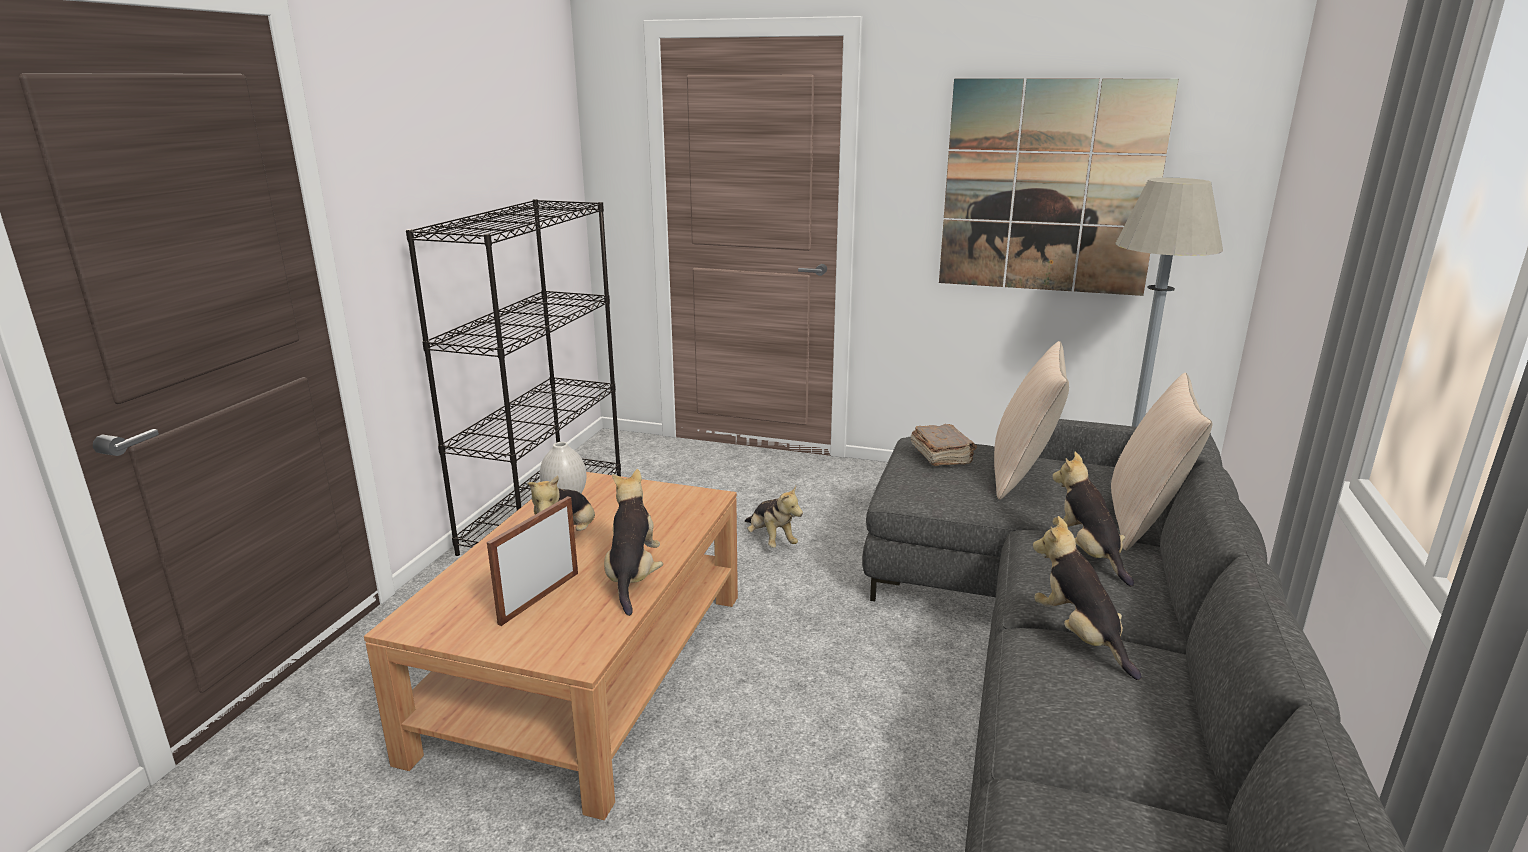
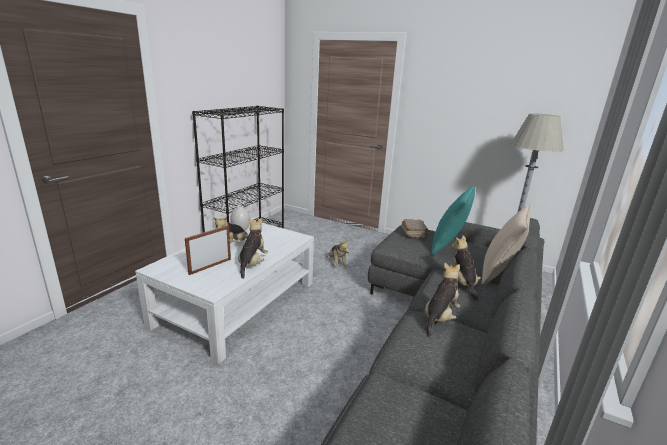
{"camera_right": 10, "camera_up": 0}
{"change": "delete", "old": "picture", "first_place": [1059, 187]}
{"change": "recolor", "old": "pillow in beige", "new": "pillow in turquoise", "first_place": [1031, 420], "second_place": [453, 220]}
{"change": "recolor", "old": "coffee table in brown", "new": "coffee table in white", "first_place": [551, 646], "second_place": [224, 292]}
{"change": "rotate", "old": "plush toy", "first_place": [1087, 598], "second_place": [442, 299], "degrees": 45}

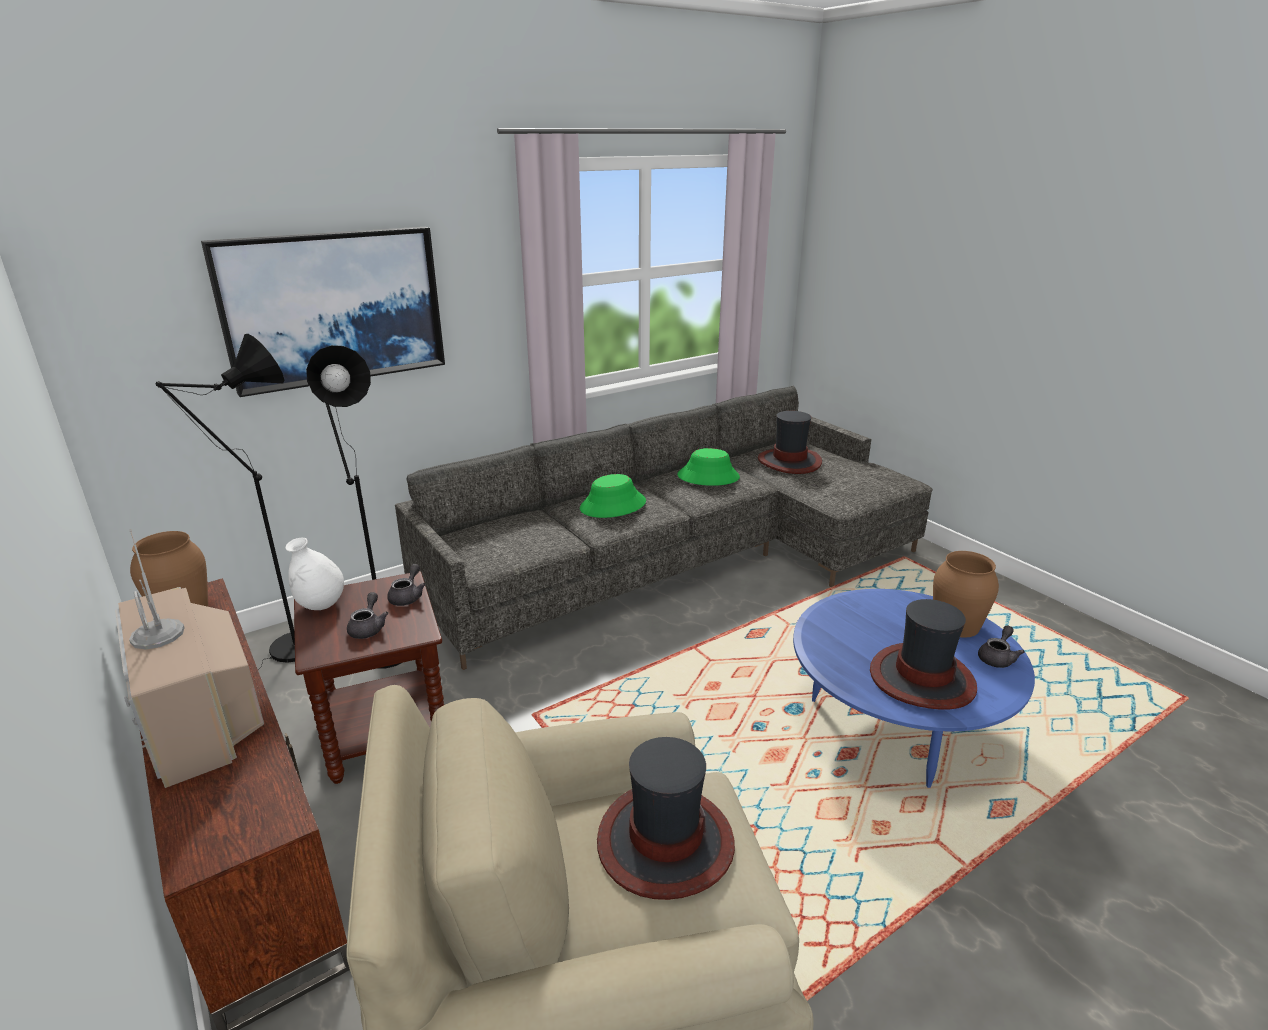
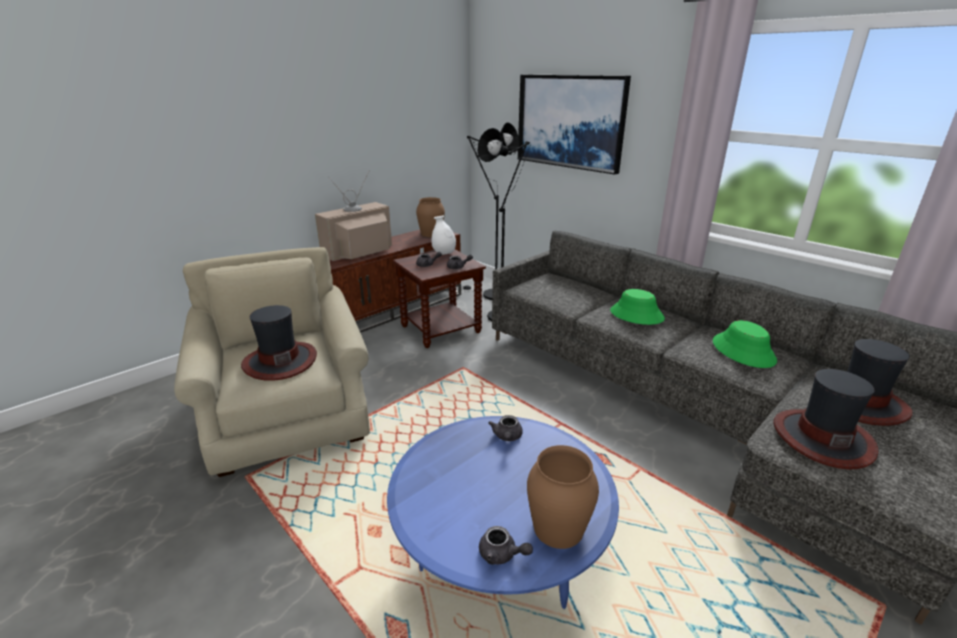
{"camera_right": 80, "camera_up": 0}
{"change": "move", "old": "hat", "first_place": [923, 654], "second_place": [826, 419]}
{"change": "insert", "new": "teapot in grey", "second_place": [505, 428]}

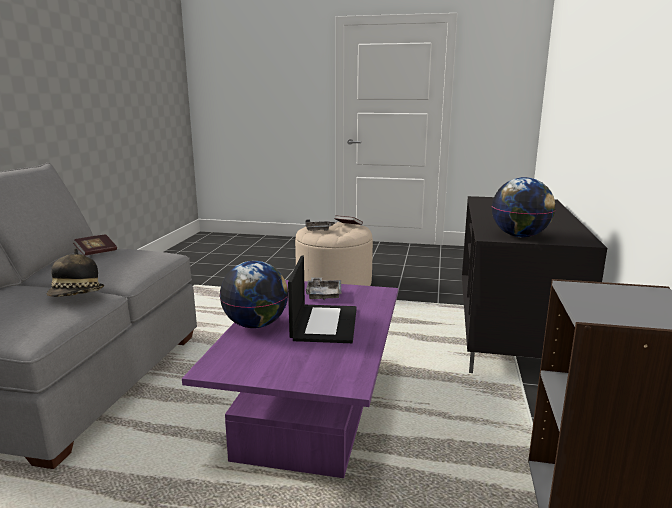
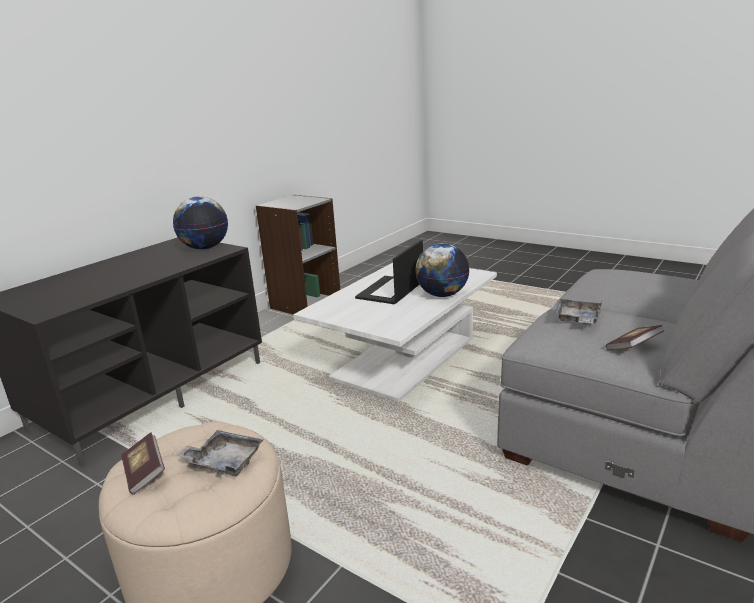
{"camera_right": -155, "camera_up": 5}
{"change": "delete", "old": "hat", "first_place": [75, 272]}
{"change": "move", "old": "tray in grey", "first_place": [323, 288], "second_place": [578, 311]}
{"change": "recolor", "old": "coffee table in purple", "new": "coffee table in white", "first_place": [290, 379], "second_place": [395, 332]}

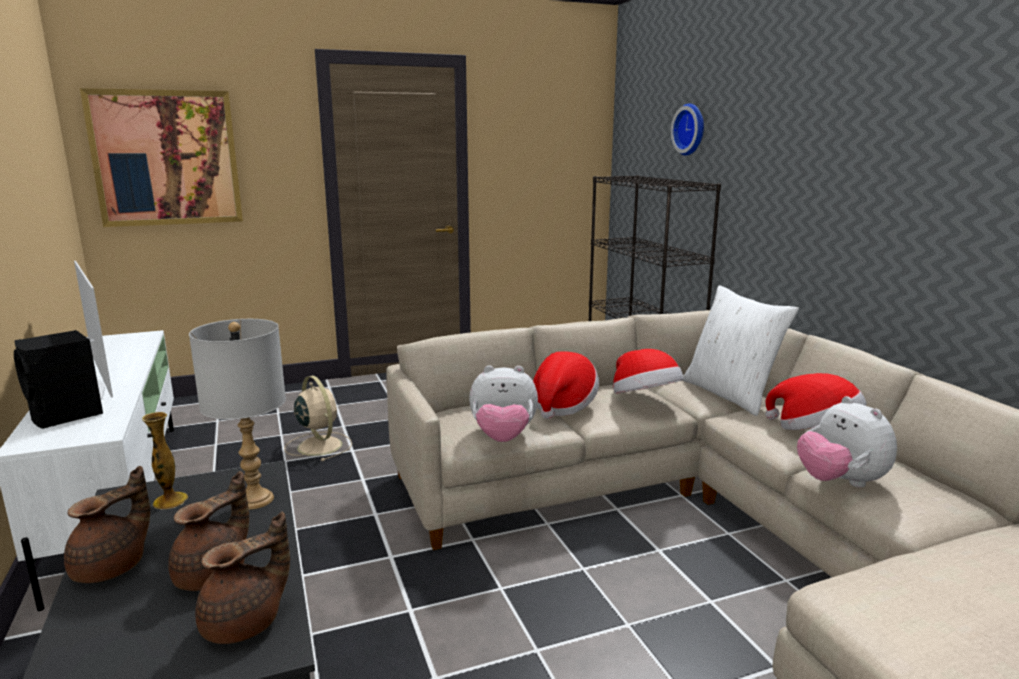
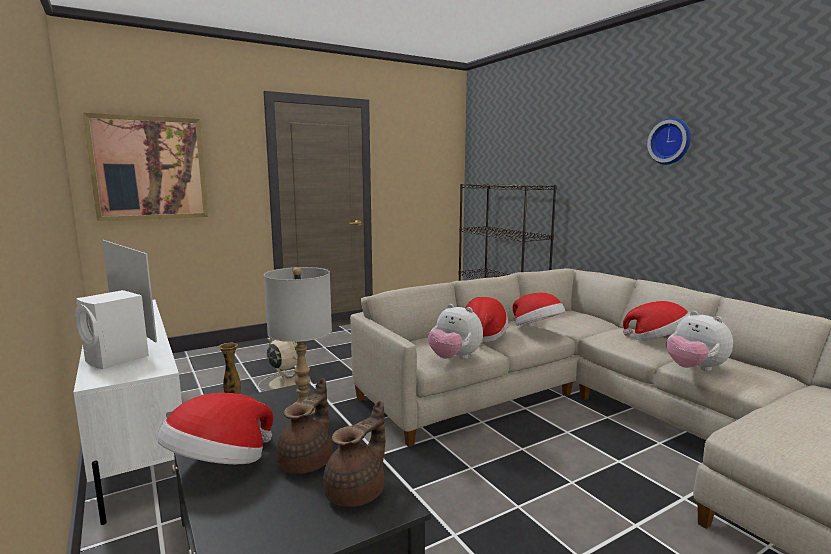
{"camera_right": -10, "camera_up": -5}
{"change": "move", "old": "wall clock", "first_place": [687, 129], "second_place": [669, 141]}
{"change": "delete", "old": "pillow in white", "first_place": [741, 350]}
{"change": "recolor", "old": "speaker in black", "new": "speaker in white", "first_place": [58, 379], "second_place": [112, 329]}
{"change": "rotate", "old": "plush toy", "first_place": [503, 403], "second_place": [455, 331], "degrees": 45}
{"change": "replace", "old": "teapot in brown", "new": "hat", "first_place": [107, 524], "second_place": [215, 428]}

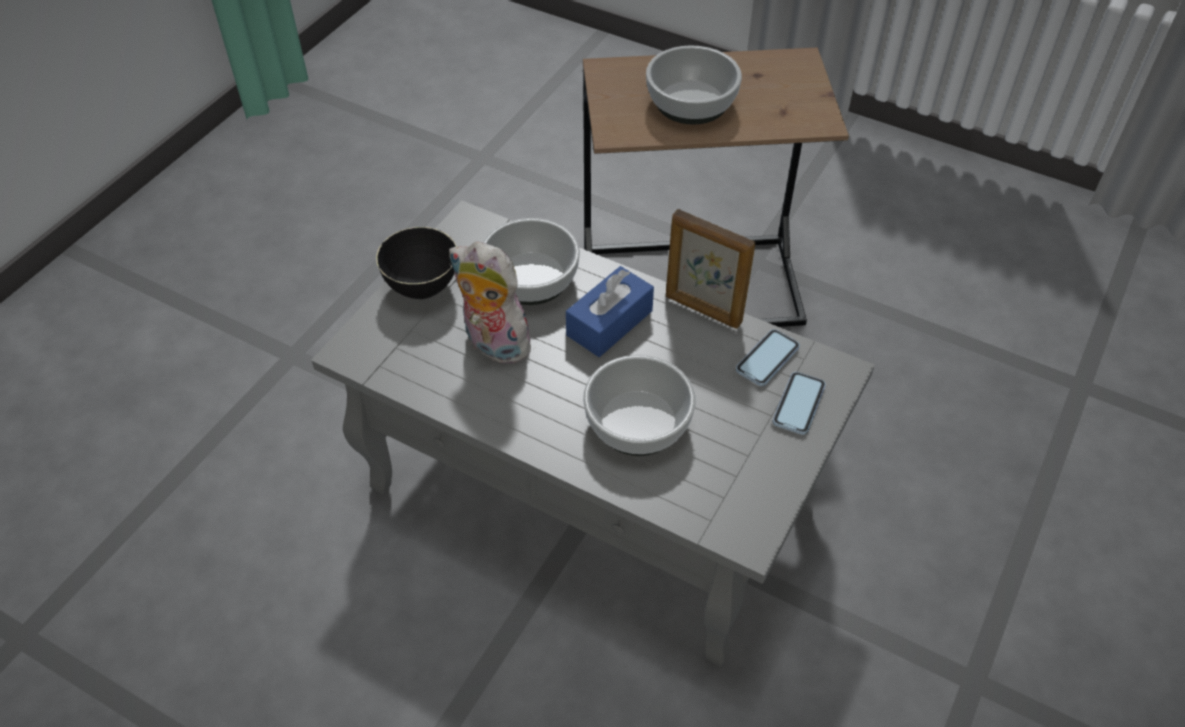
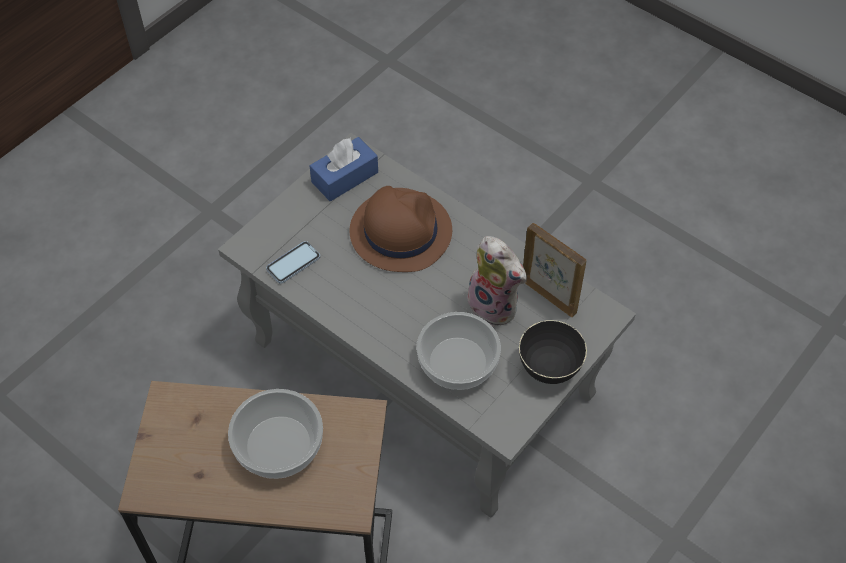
{"camera_right": -170, "camera_up": 5}
{"change": "move", "old": "picture frame", "first_place": [710, 269], "second_place": [555, 270]}
{"change": "move", "old": "tissue box in blue", "first_place": [610, 311], "second_place": [344, 169]}
{"change": "replace", "old": "bowl", "new": "hat in brown", "first_place": [639, 405], "second_place": [401, 229]}
{"change": "delete", "old": "phone", "first_place": [799, 403]}

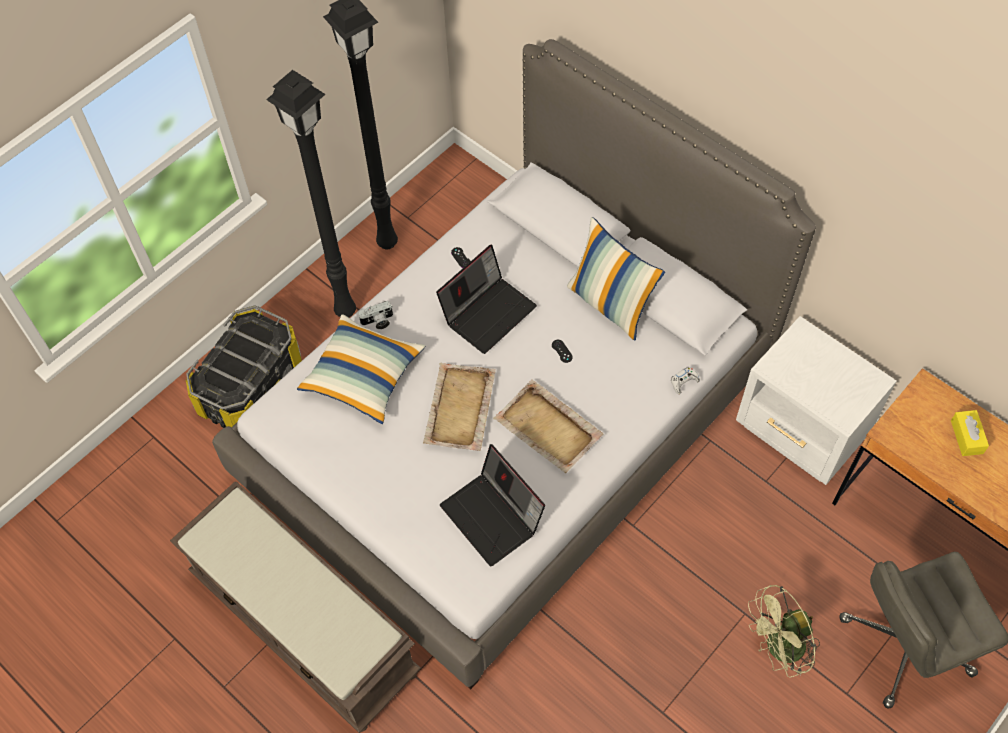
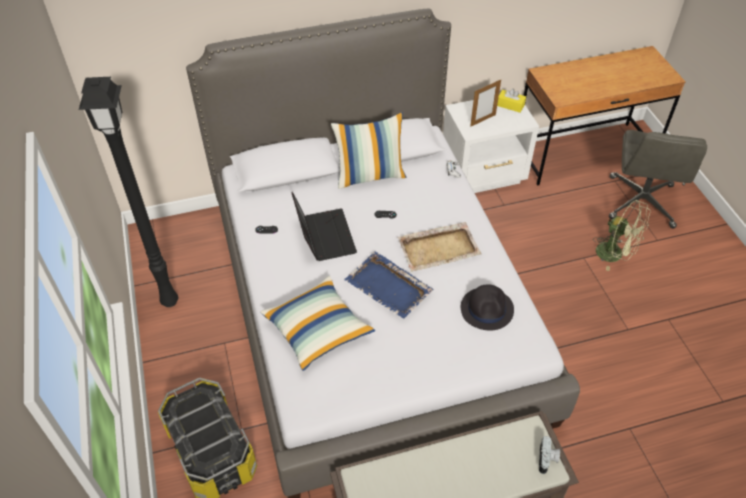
{"camera_right": -60, "camera_up": -10}
{"change": "delete", "old": "floor lamp in black", "first_place": [311, 193]}
{"change": "move", "old": "photo camera", "first_place": [375, 315], "second_place": [549, 455]}
{"change": "recolor", "old": "tray in beige", "new": "tray in blue", "first_place": [459, 407], "second_place": [388, 285]}
{"change": "move", "old": "tissue box in yellow", "first_place": [970, 433], "second_place": [511, 101]}
{"change": "replace", "old": "laptop", "new": "hat in black", "first_place": [492, 505], "second_place": [487, 307]}
{"change": "rotate", "old": "fan in green", "first_place": [784, 631], "second_place": [622, 235], "degrees": -60}
{"change": "insert", "new": "picture frame", "second_place": [485, 103]}

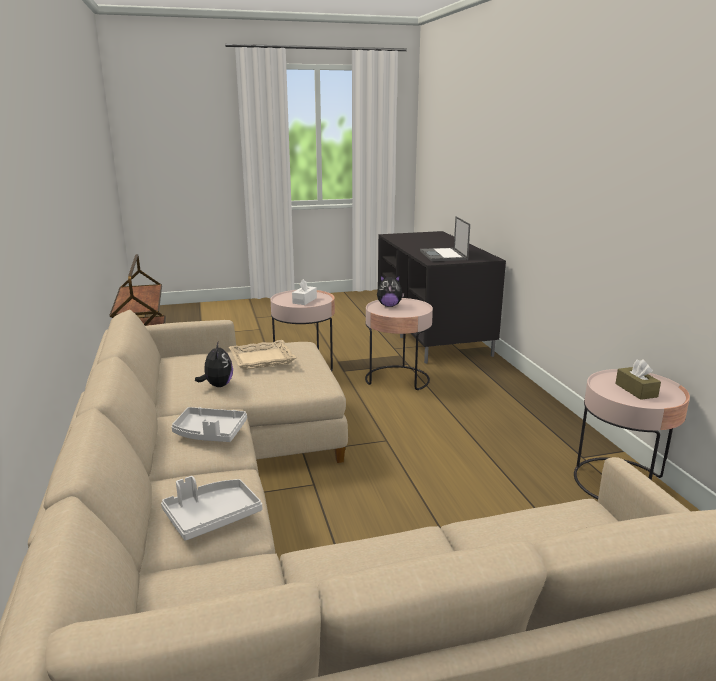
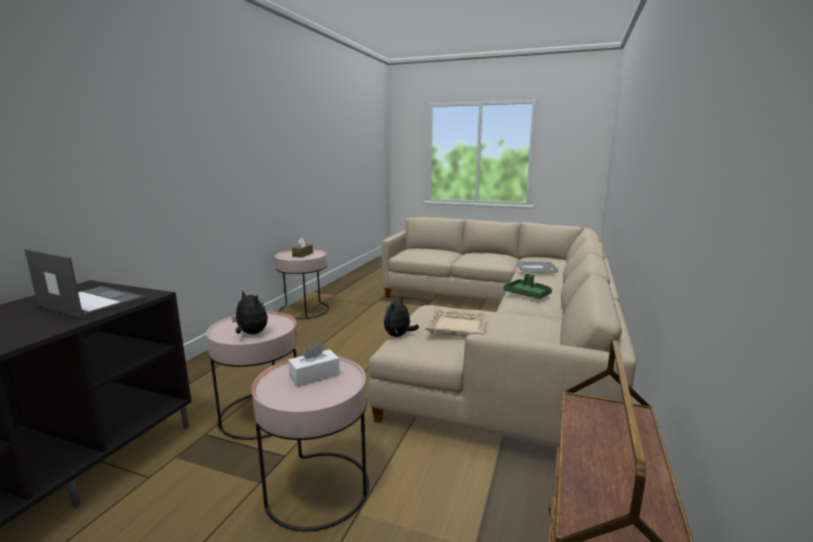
{"camera_right": -145, "camera_up": -5}
{"change": "rotate", "old": "laptop", "first_place": [445, 238], "second_place": [85, 284], "degrees": -90}
{"change": "move", "old": "plush toy", "first_place": [214, 364], "second_place": [401, 317]}
{"change": "recolor", "old": "tray in grey", "new": "tray in green", "first_place": [209, 424], "second_place": [527, 286]}

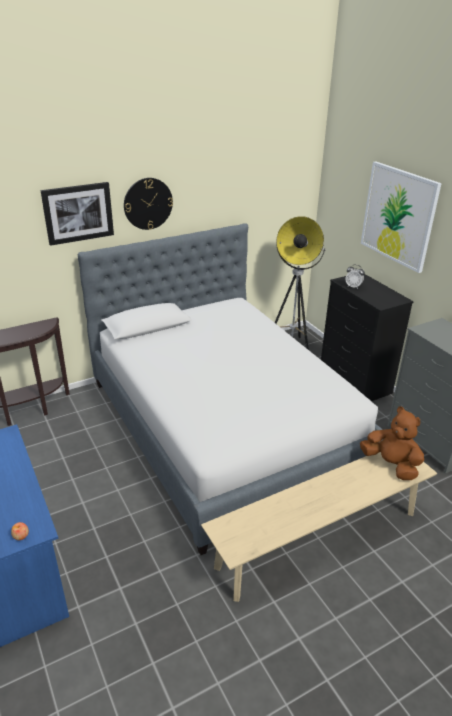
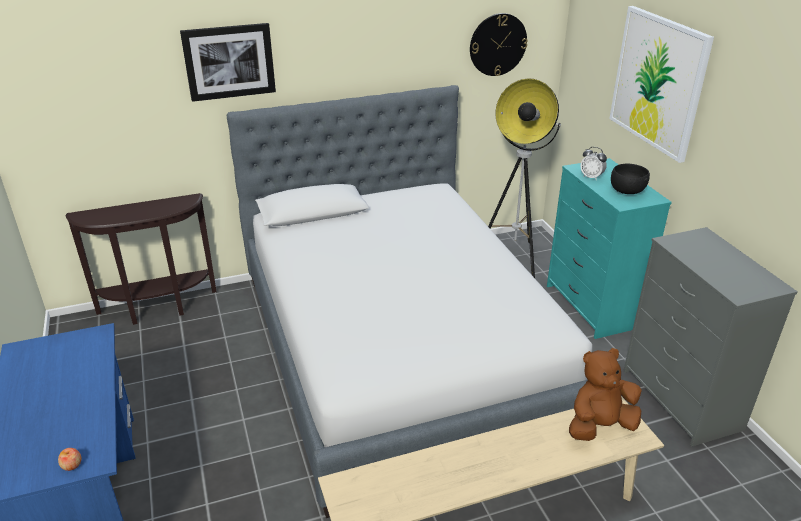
{"camera_right": 10, "camera_up": 0}
{"change": "move", "old": "wall clock", "first_place": [148, 204], "second_place": [498, 44]}
{"change": "recolor", "old": "dresser in black", "new": "dresser in turquoise", "first_place": [367, 337], "second_place": [609, 248]}
{"change": "rotate", "old": "plush toy in brown", "first_place": [392, 443], "second_place": [605, 394], "degrees": -75}
{"change": "insert", "new": "bowl in black", "second_place": [630, 179]}

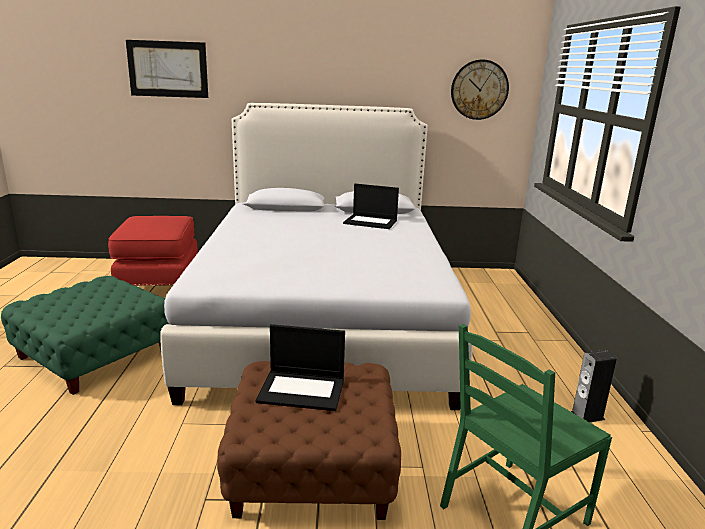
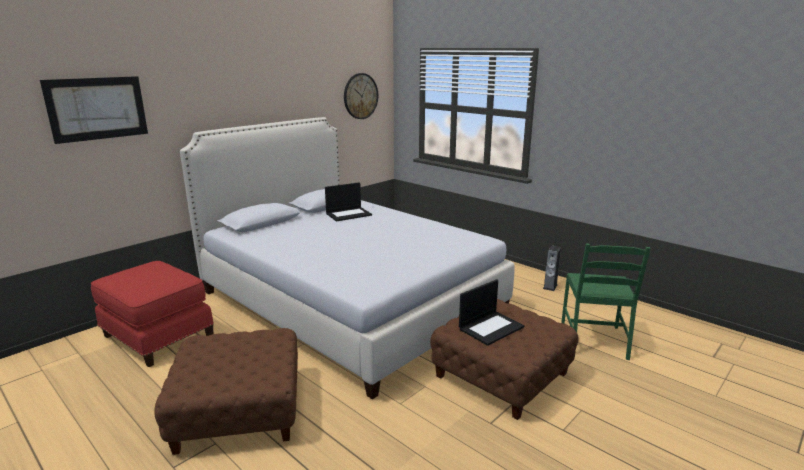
{"camera_right": -45, "camera_up": 0}
{"change": "recolor", "old": "ottoman in green", "new": "ottoman in brown", "first_place": [85, 335], "second_place": [226, 391]}

